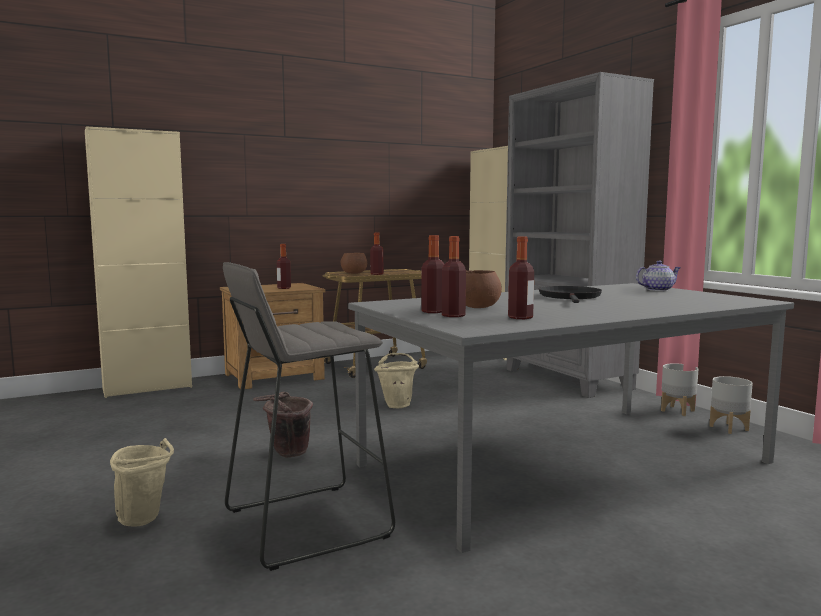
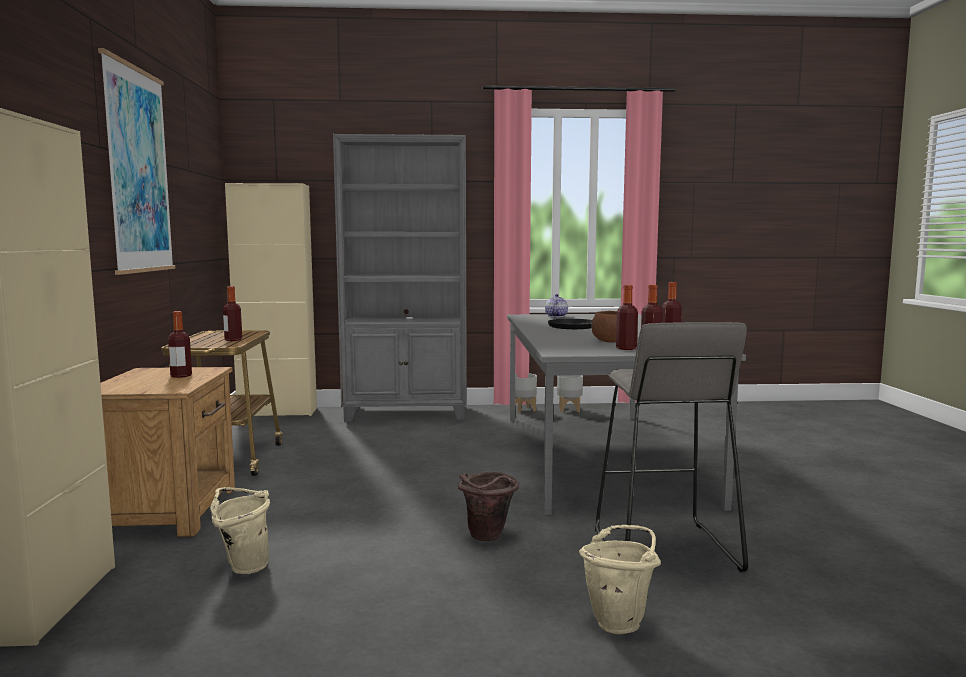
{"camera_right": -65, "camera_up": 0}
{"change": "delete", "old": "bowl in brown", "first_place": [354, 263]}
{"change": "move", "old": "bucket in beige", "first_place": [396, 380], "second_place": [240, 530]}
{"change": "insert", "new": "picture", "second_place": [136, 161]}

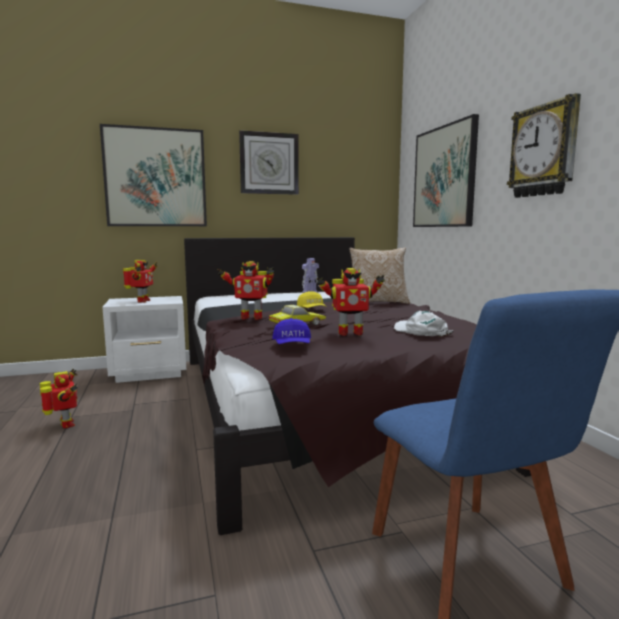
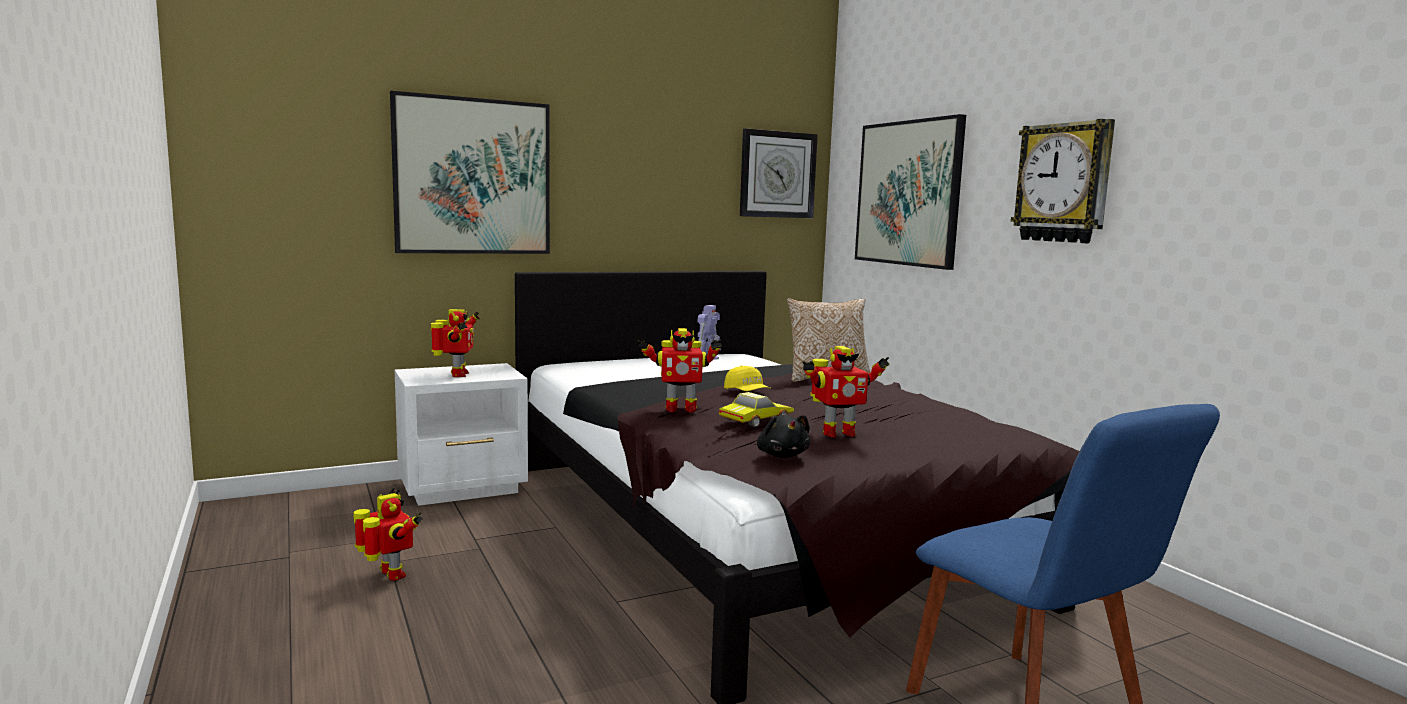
{"camera_right": -10, "camera_up": 0}
{"change": "move", "old": "wall clock", "first_place": [269, 162], "second_place": [779, 173]}
{"change": "delete", "old": "cap in white", "first_place": [423, 324]}
{"change": "replace", "old": "cap in blue", "new": "plush toy in black", "first_place": [291, 331], "second_place": [783, 436]}

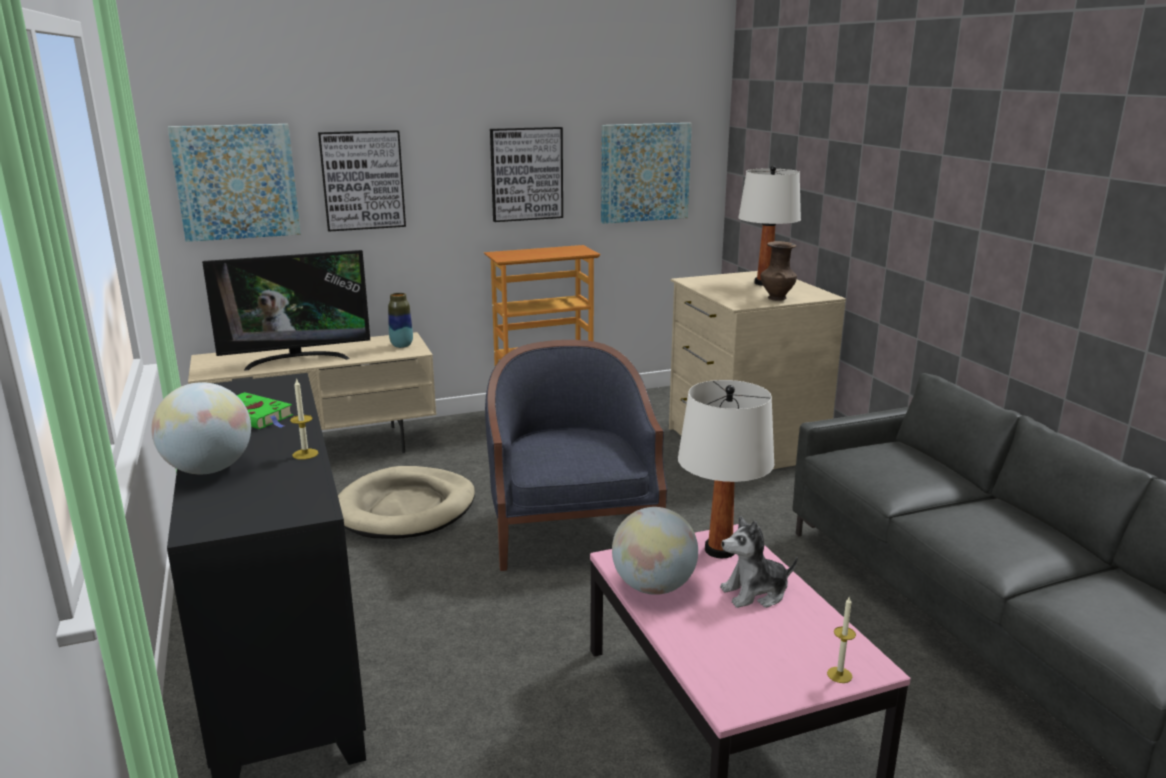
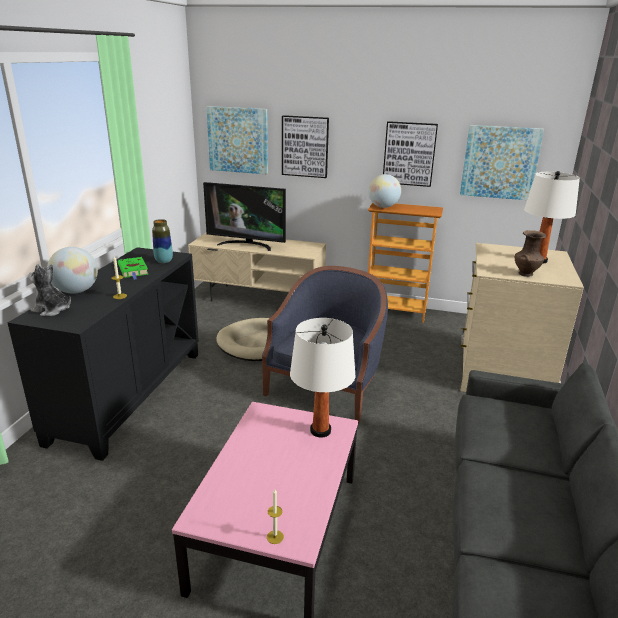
{"camera_right": 35, "camera_up": 5}
{"change": "move", "old": "vase", "first_place": [400, 320], "second_place": [162, 241]}
{"change": "move", "old": "globe", "first_place": [655, 551], "second_place": [384, 191]}
{"change": "move", "old": "plush toy", "first_place": [759, 562], "second_place": [49, 290]}

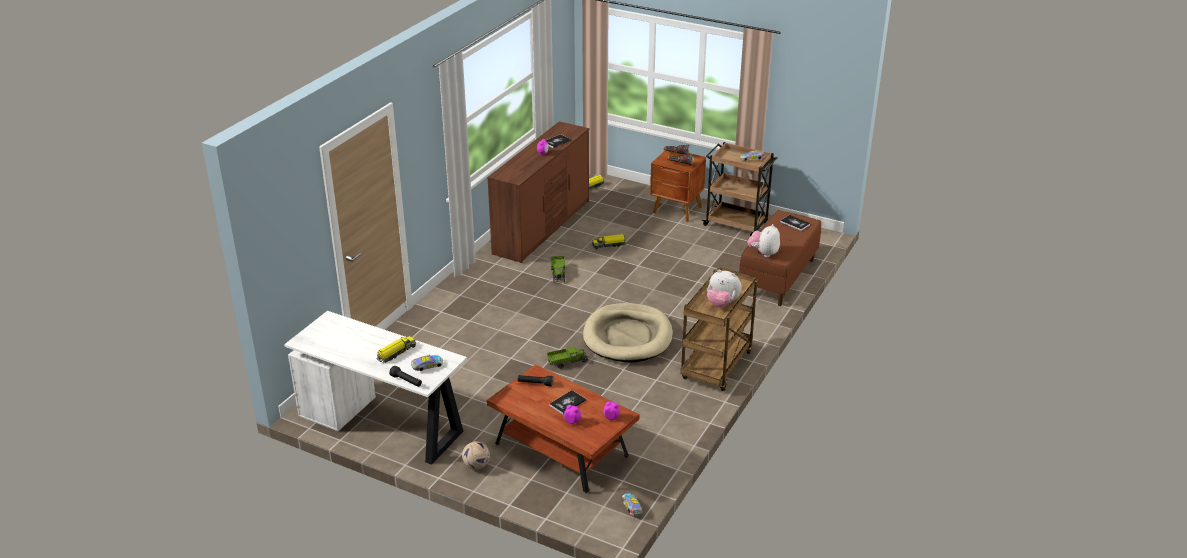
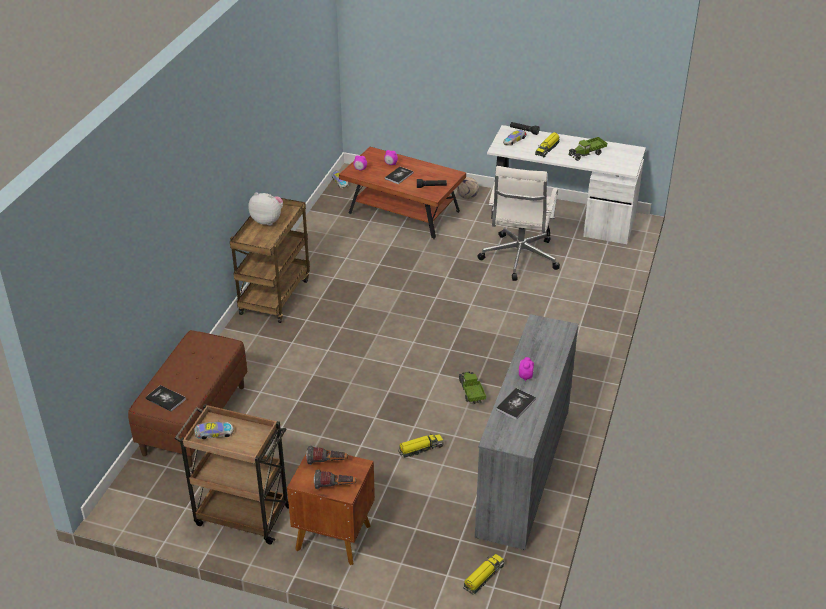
{"camera_right": 170, "camera_up": 5}
{"change": "recolor", "old": "dresser in brown", "new": "dresser in grey", "first_place": [538, 192], "second_place": [526, 432]}
{"change": "delete", "old": "plush toy", "first_place": [764, 240]}
{"change": "delete", "old": "dog bed in beige", "first_place": [628, 333]}
{"change": "move", "old": "toy truck", "first_place": [567, 357], "second_place": [587, 149]}
{"change": "insert", "new": "office chair in white", "second_place": [518, 223]}

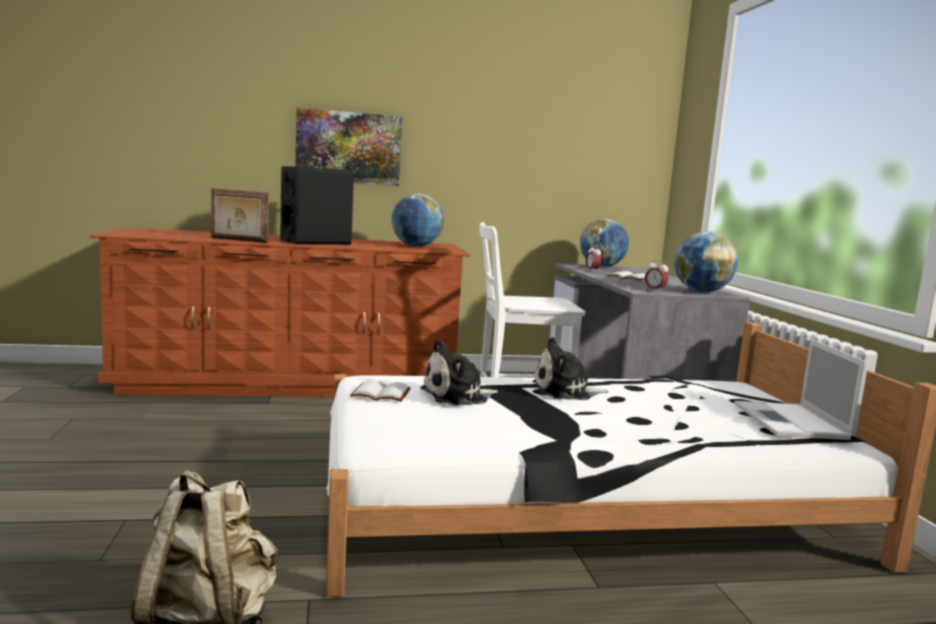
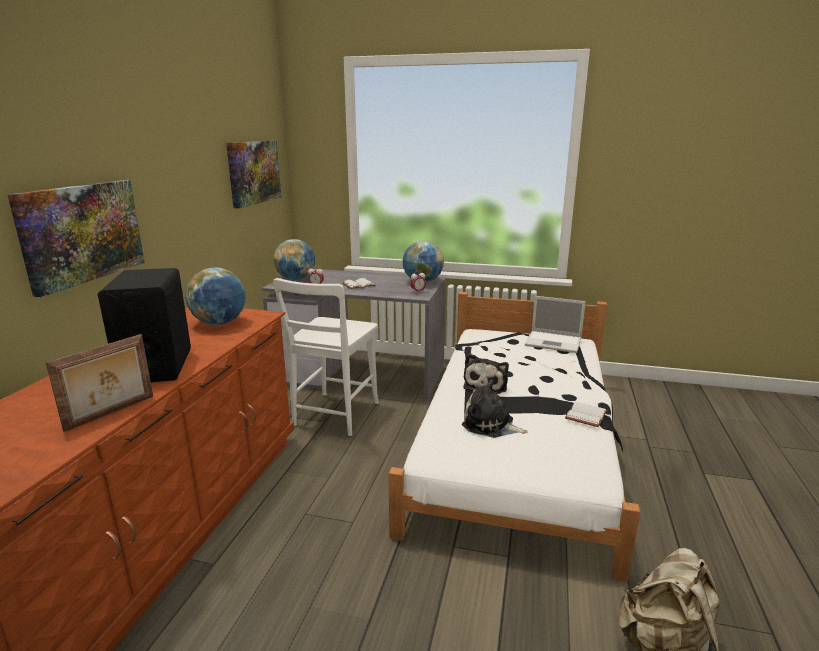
{"camera_right": -65, "camera_up": 10}
{"change": "rotate", "old": "plush toy", "first_place": [459, 372], "second_place": [495, 409], "degrees": 120}
{"change": "move", "old": "book in white", "first_place": [380, 391], "second_place": [586, 414]}
{"change": "insert", "new": "picture", "second_place": [253, 174]}

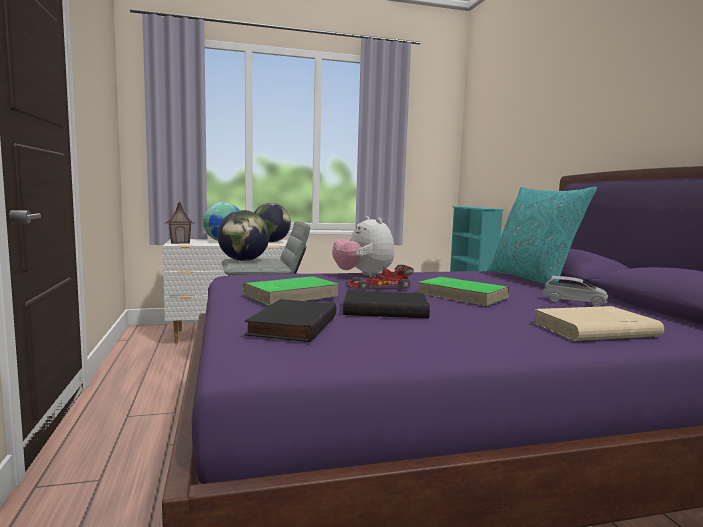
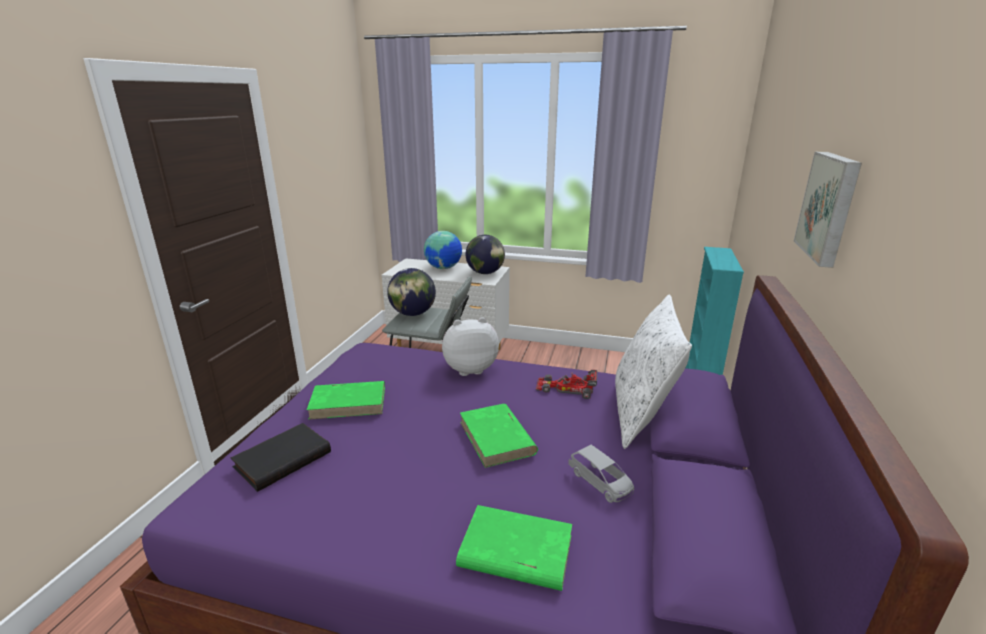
{"camera_right": 30, "camera_up": 15}
{"change": "recolor", "old": "pillow in turquoise", "new": "pillow in white", "first_place": [542, 236], "second_place": [653, 372]}
{"change": "delete", "old": "toy house", "first_place": [180, 222]}
{"change": "rotate", "old": "plush toy", "first_place": [363, 246], "second_place": [470, 346], "degrees": 75}
{"change": "move", "old": "toy car", "first_place": [379, 277], "second_place": [566, 384]}
{"change": "delete", "old": "book in black", "first_place": [386, 304]}
{"change": "recolor", "old": "book in beige", "new": "book in green", "first_place": [599, 323], "second_place": [514, 548]}
{"change": "insert", "new": "picture", "second_place": [828, 210]}

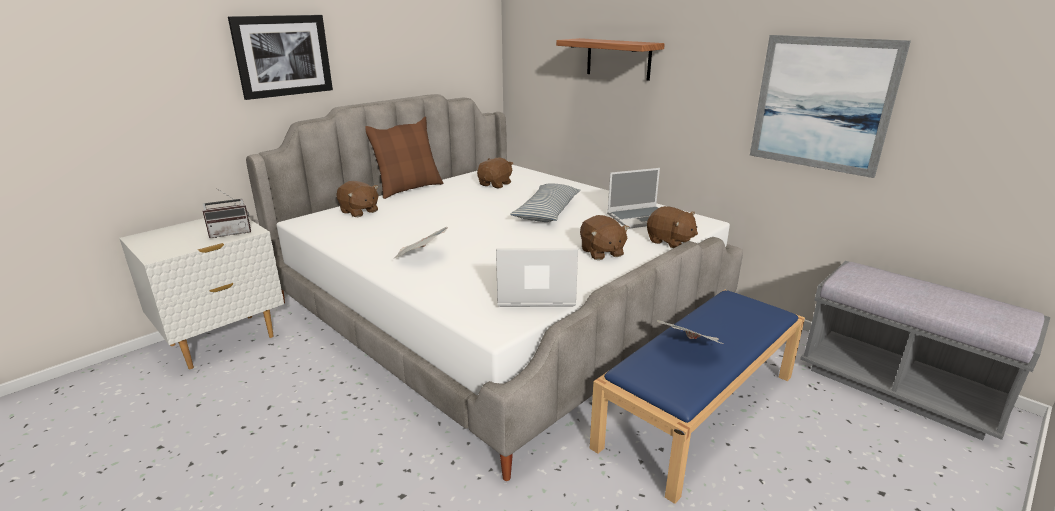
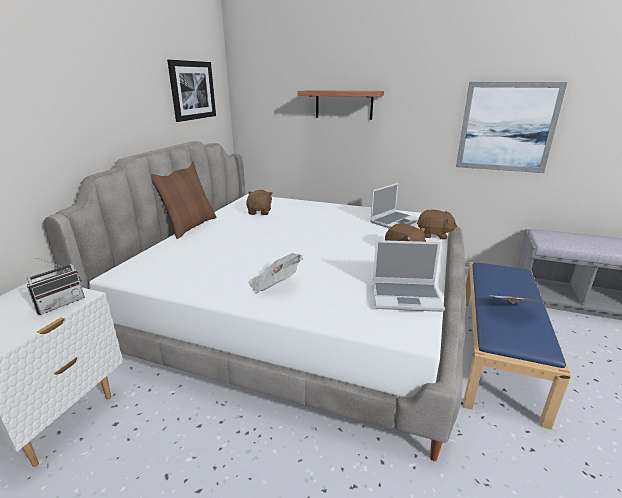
{"camera_right": -25, "camera_up": 0}
{"change": "move", "old": "picture", "first_place": [280, 57], "second_place": [191, 91]}
{"change": "delete", "old": "plush toy in brown", "first_place": [357, 199]}
{"change": "delete", "old": "pillow", "first_place": [545, 202]}
{"change": "rotate", "old": "laptop", "first_place": [537, 277], "second_place": [408, 276], "degrees": -150}

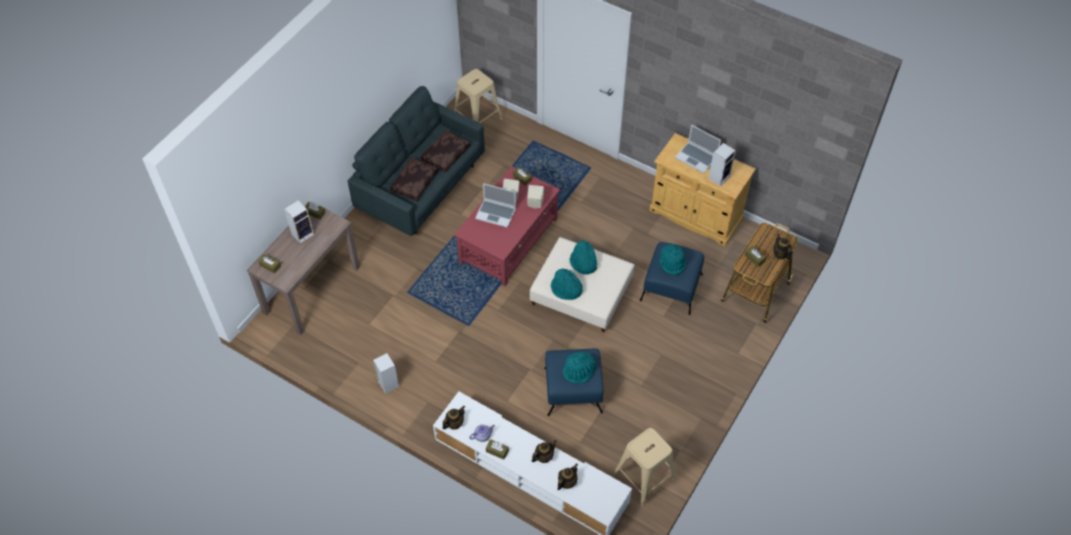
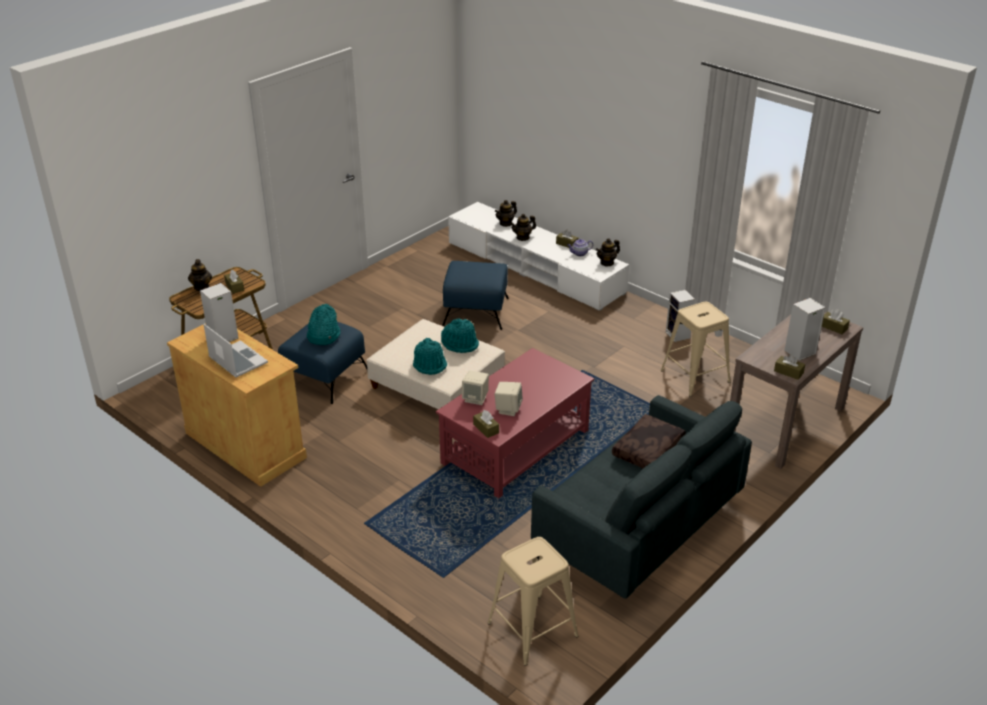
{"camera_right": -170, "camera_up": -20}
{"change": "delete", "old": "pillow in brown", "first_place": [445, 151]}
{"change": "delete", "old": "laptop", "first_place": [495, 205]}
{"change": "delete", "old": "hat in turquoise", "first_place": [579, 368]}
{"change": "move", "old": "stool in beige", "first_place": [644, 467], "second_place": [695, 349]}

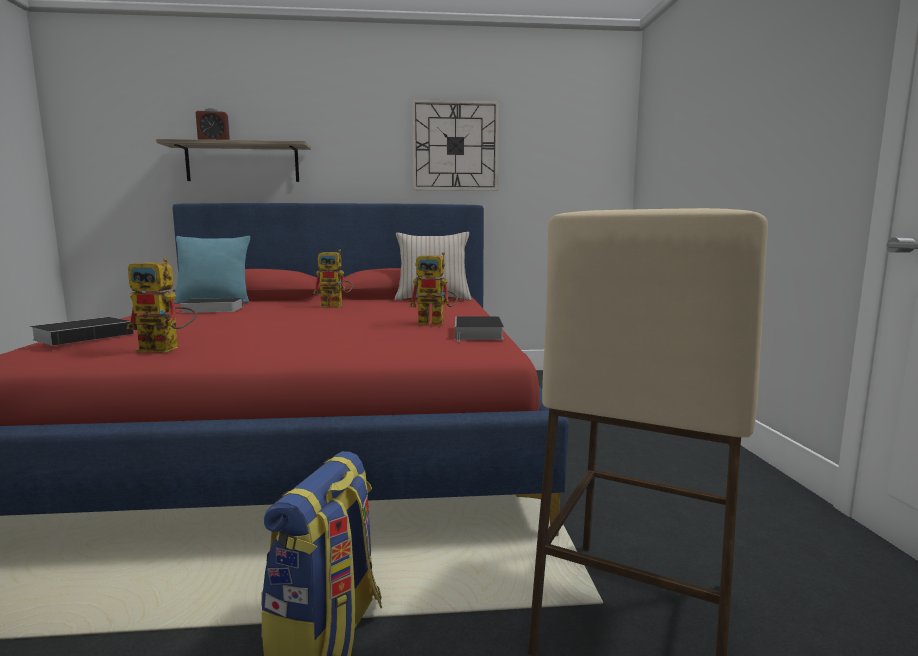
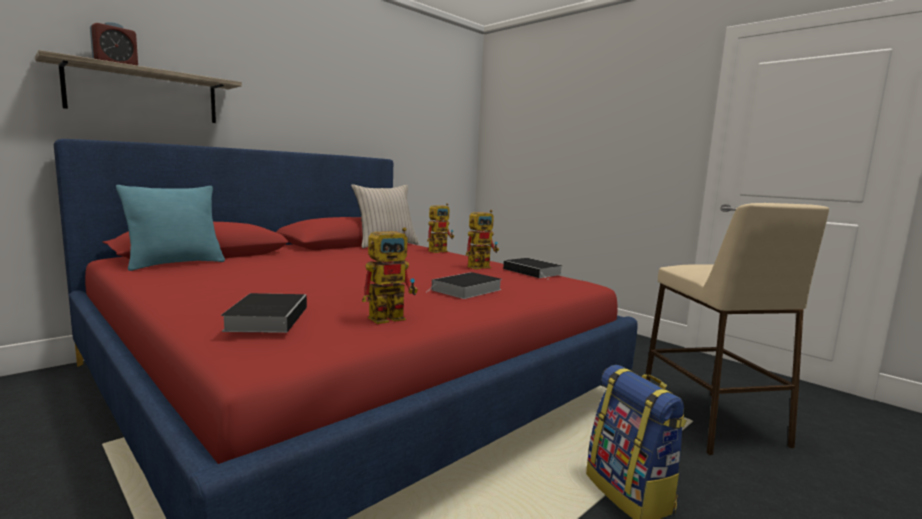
{"camera_right": -40, "camera_up": 0}
{"change": "delete", "old": "wall clock", "first_place": [455, 145]}
{"change": "move", "old": "toy robot", "first_place": [333, 278], "second_place": [440, 228]}
{"change": "move", "old": "book", "first_place": [212, 305], "second_place": [464, 285]}

